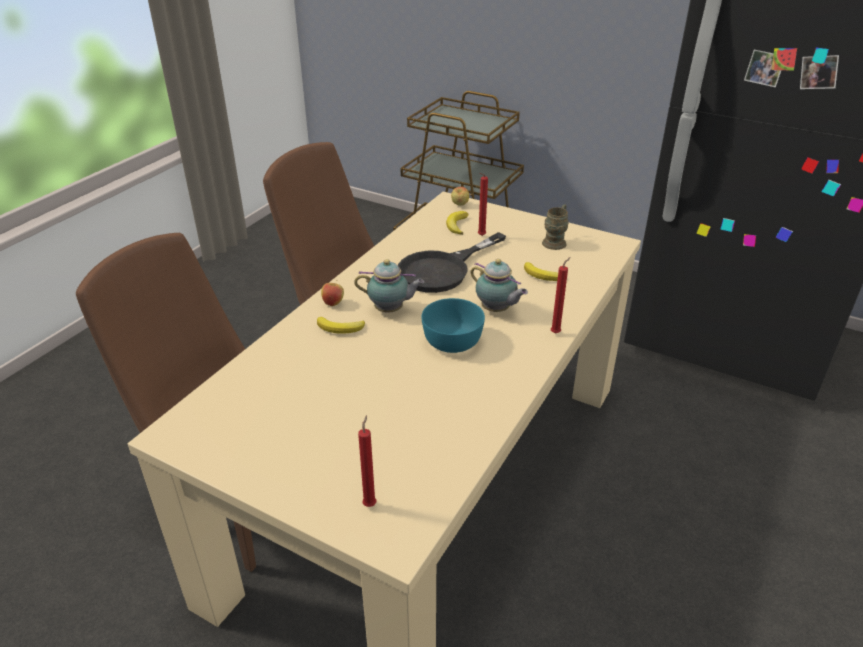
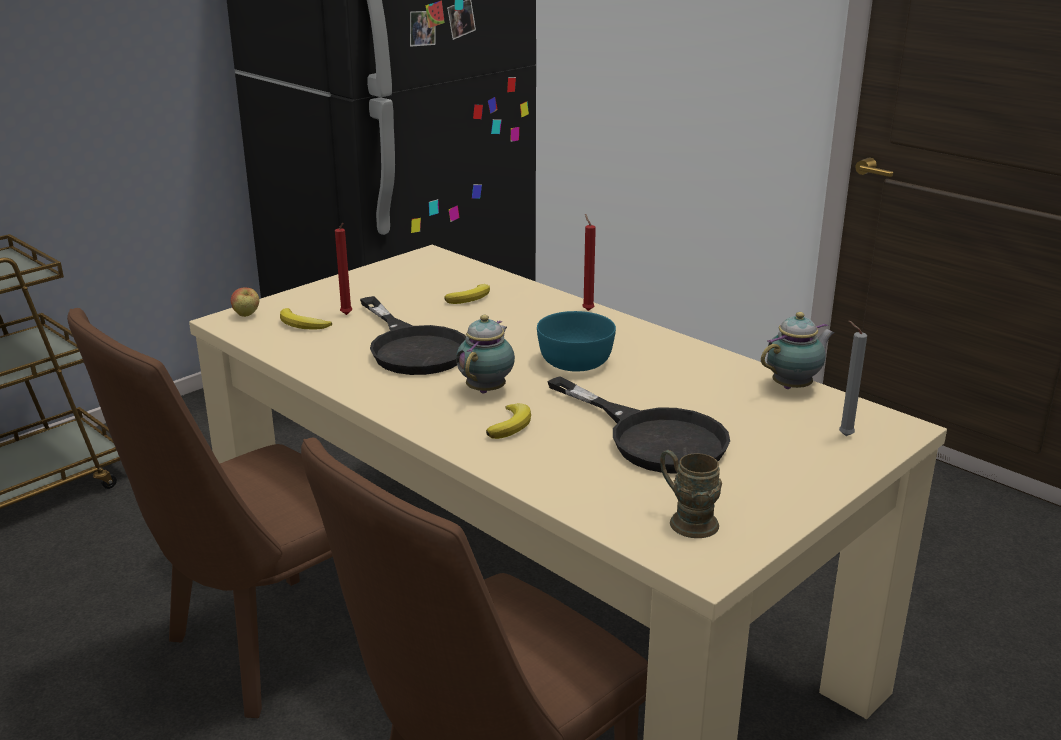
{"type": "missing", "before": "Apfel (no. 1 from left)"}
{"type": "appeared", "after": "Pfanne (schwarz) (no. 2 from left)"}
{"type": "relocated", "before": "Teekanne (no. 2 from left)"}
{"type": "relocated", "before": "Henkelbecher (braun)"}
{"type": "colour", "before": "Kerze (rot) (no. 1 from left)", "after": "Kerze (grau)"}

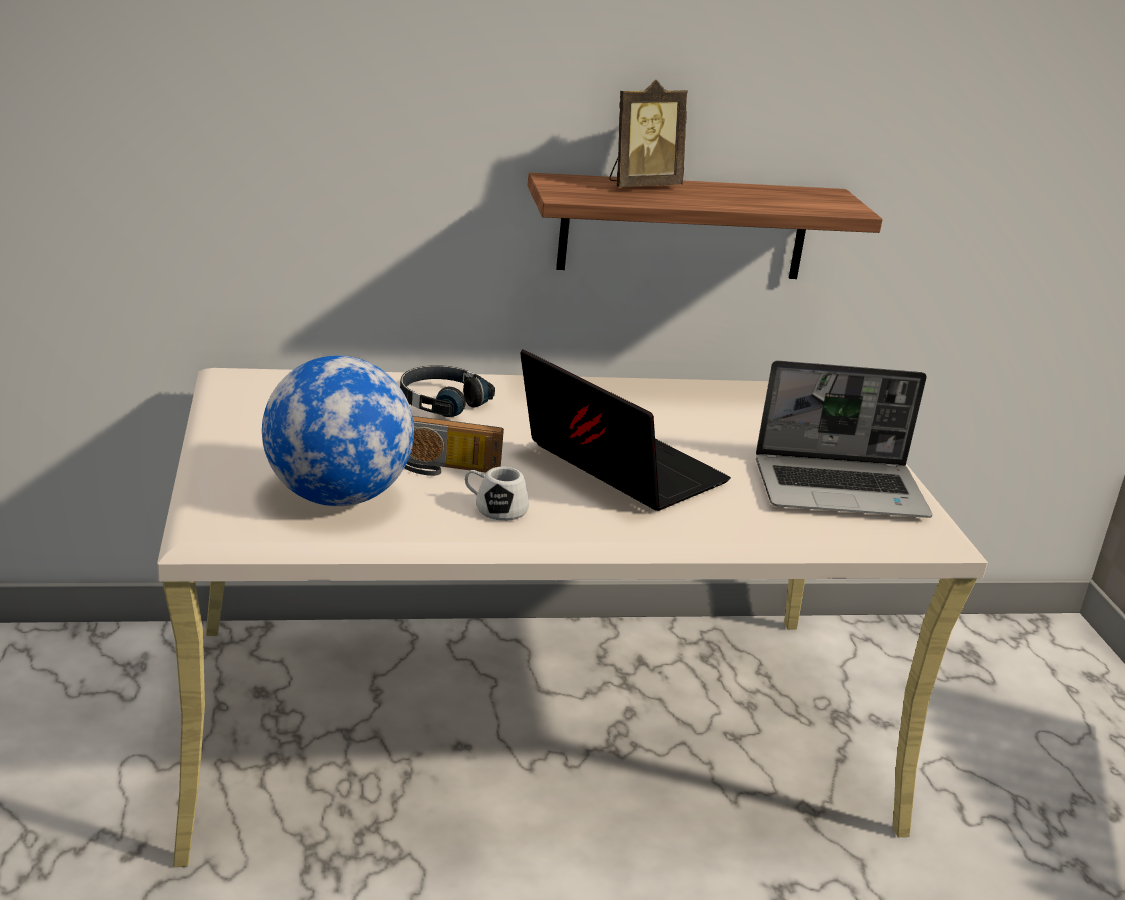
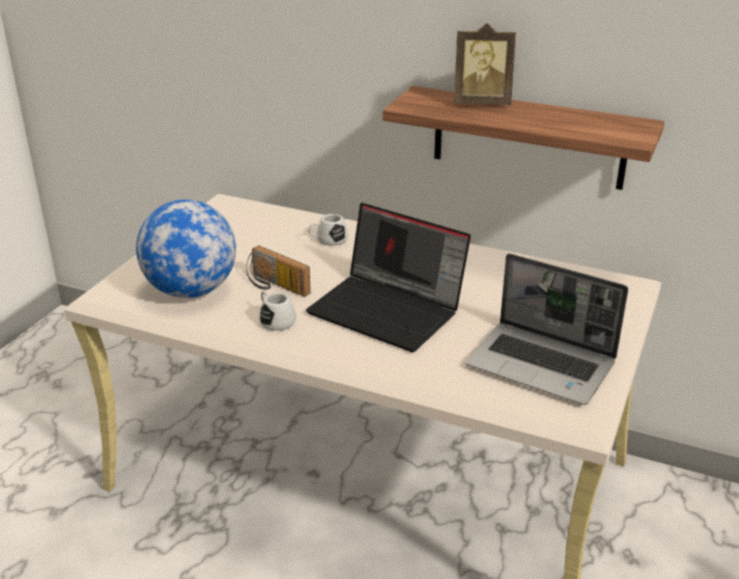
{"type": "exchanged", "before": "Kopfhörer (schwarz)", "after": "Henkelbecher (weiß) (no. 2 from left)"}
{"type": "spun", "before": "Laptop (no. 1 from left)", "turn": 135}

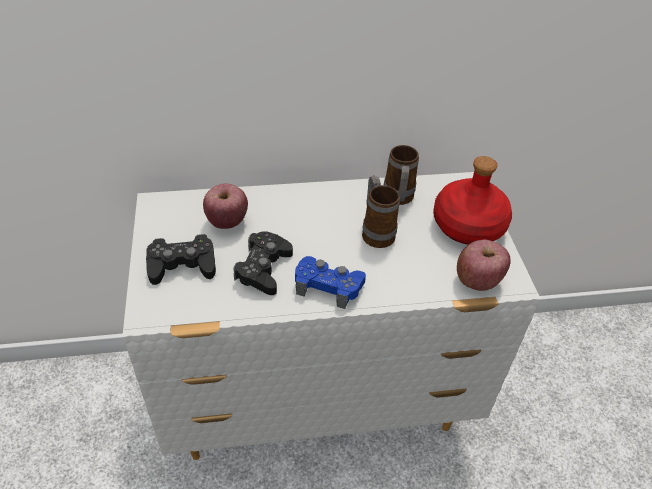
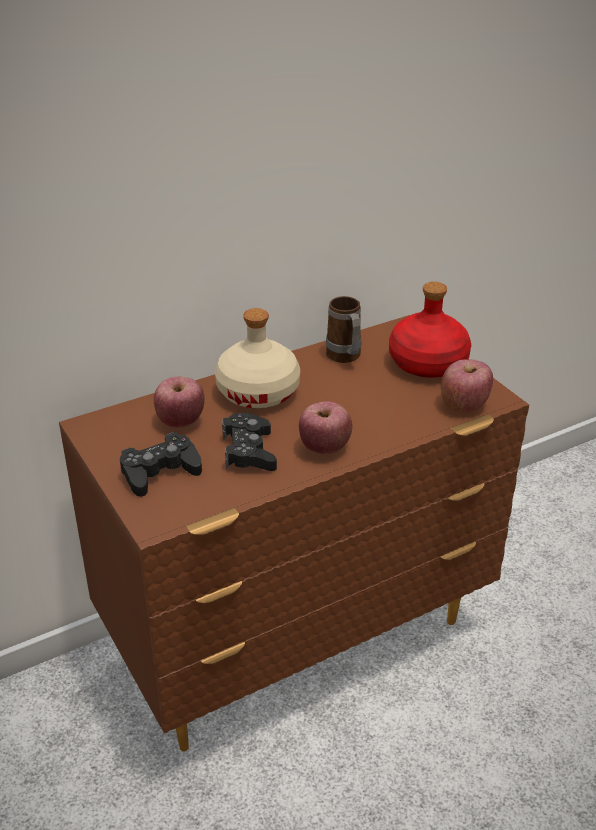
{"type": "missing", "before": "Henkelbecher (no. 1 from left)"}
{"type": "appeared", "after": "Flasche (beige)"}
{"type": "exchanged", "before": "Gamepad (blau)", "after": "Apfel (no. 2 from left)"}
{"type": "colour", "before": "Kommode (weiß)", "after": "Kommode (braun)"}

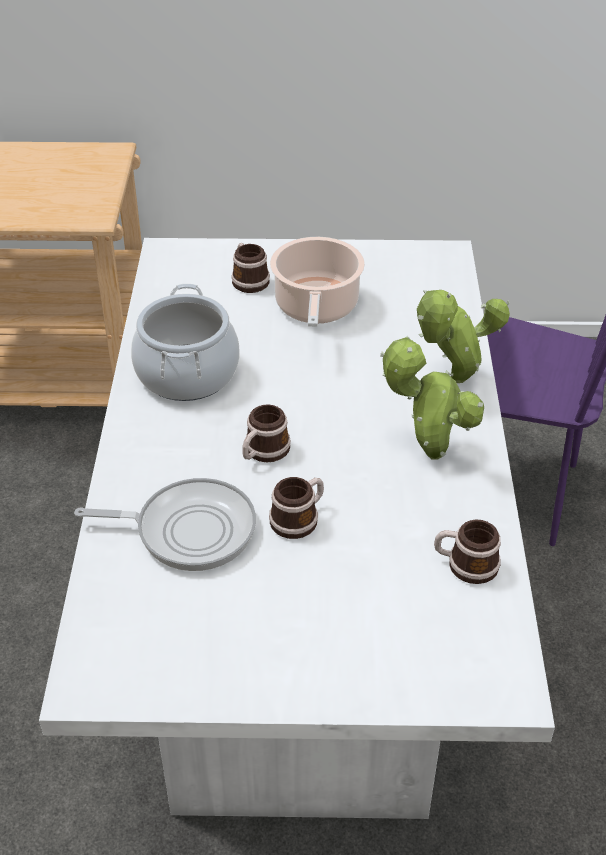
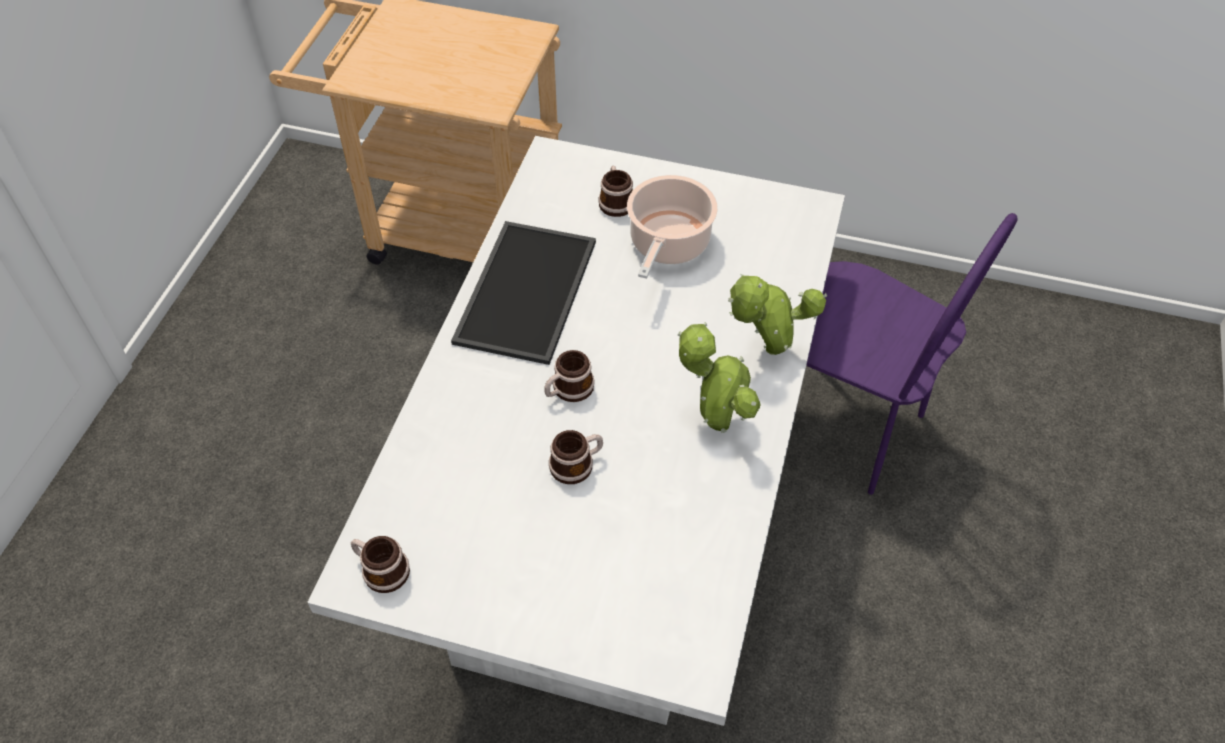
{"type": "missing", "before": "Pfanne"}
{"type": "relocated", "before": "Henkelbecher (no. 4 from left in the first image)", "after": "Henkelbecher (no. 1 from left)"}
{"type": "exchanged", "before": "Kochtopf (no. 1 from left)", "after": "Tablett"}

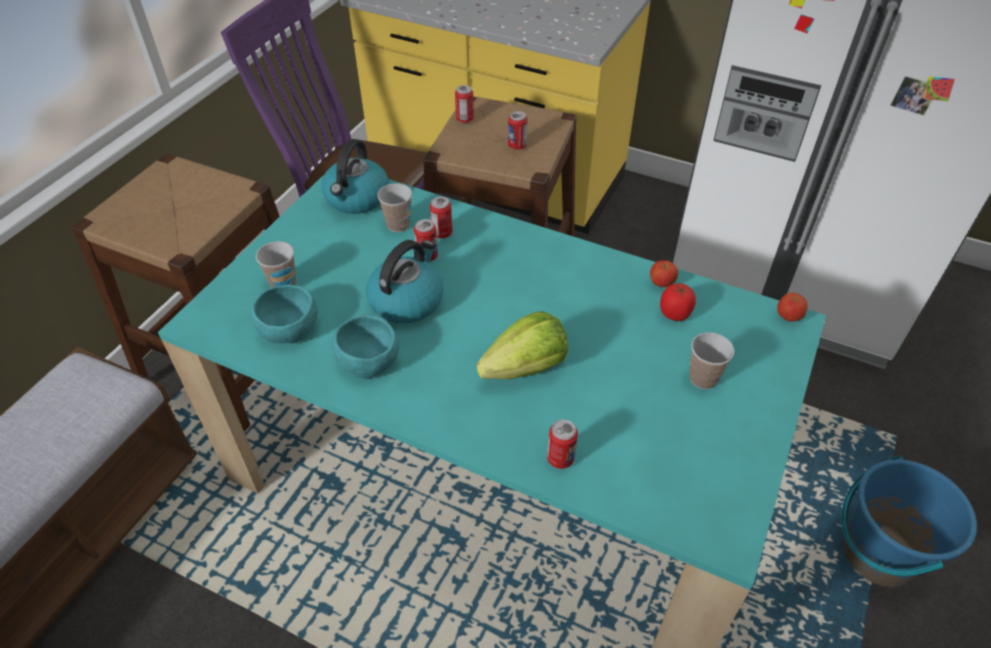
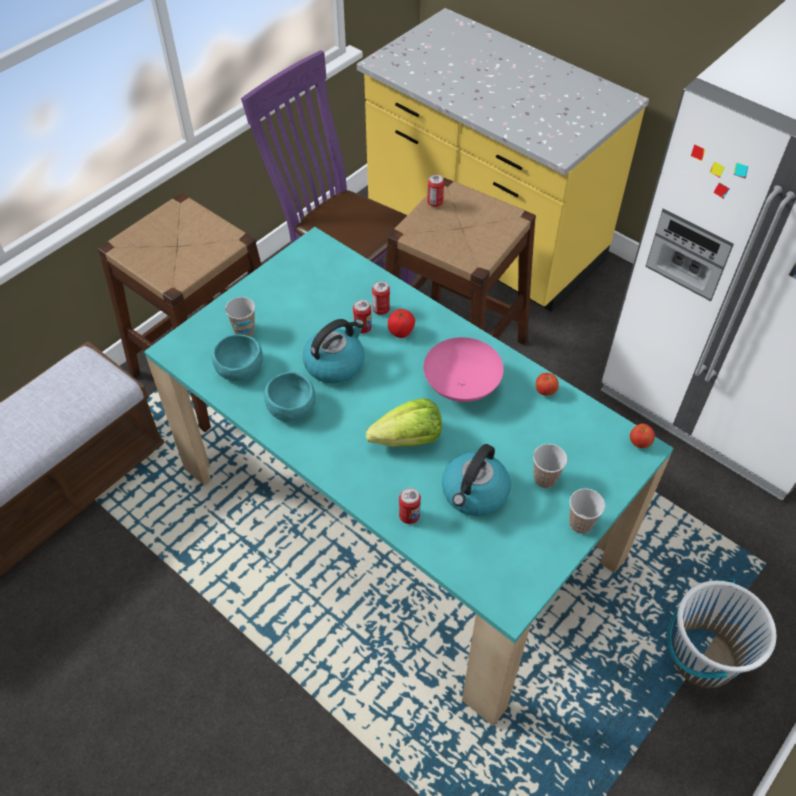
{"type": "missing", "before": "Dose (no. 4 from left)"}
{"type": "appeared", "after": "Schüssel (rosa)"}
{"type": "relocated", "before": "Wasserkessel (no. 1 from left in the first image)", "after": "Wasserkessel (no. 2 from left)"}
{"type": "relocated", "before": "Tasse (no. 2 from left in the first image)", "after": "Tasse (no. 3 from left)"}
{"type": "relocated", "before": "Tomate"}
{"type": "colour", "before": "Eimer (blau)", "after": "Eimer (weiß)"}

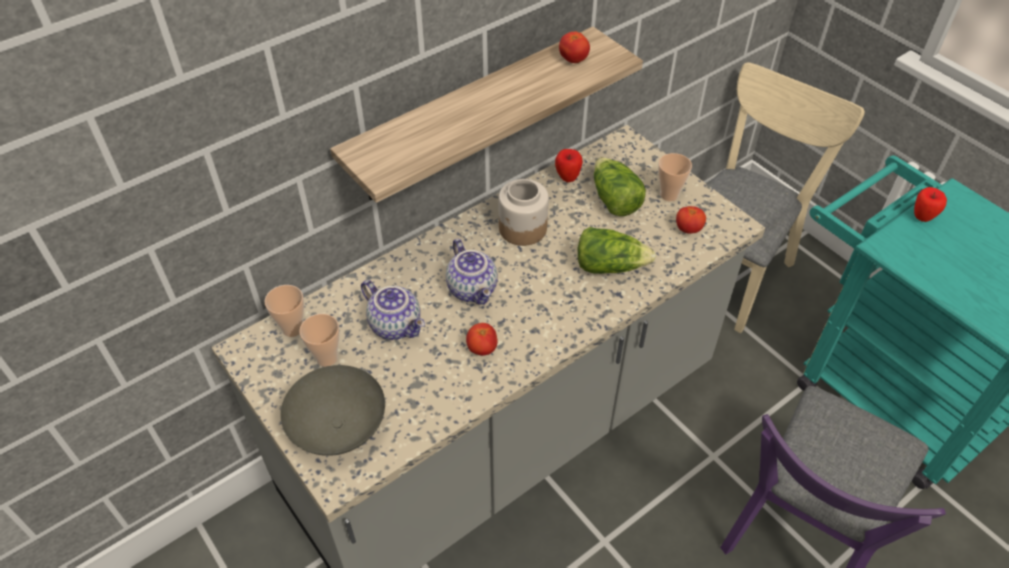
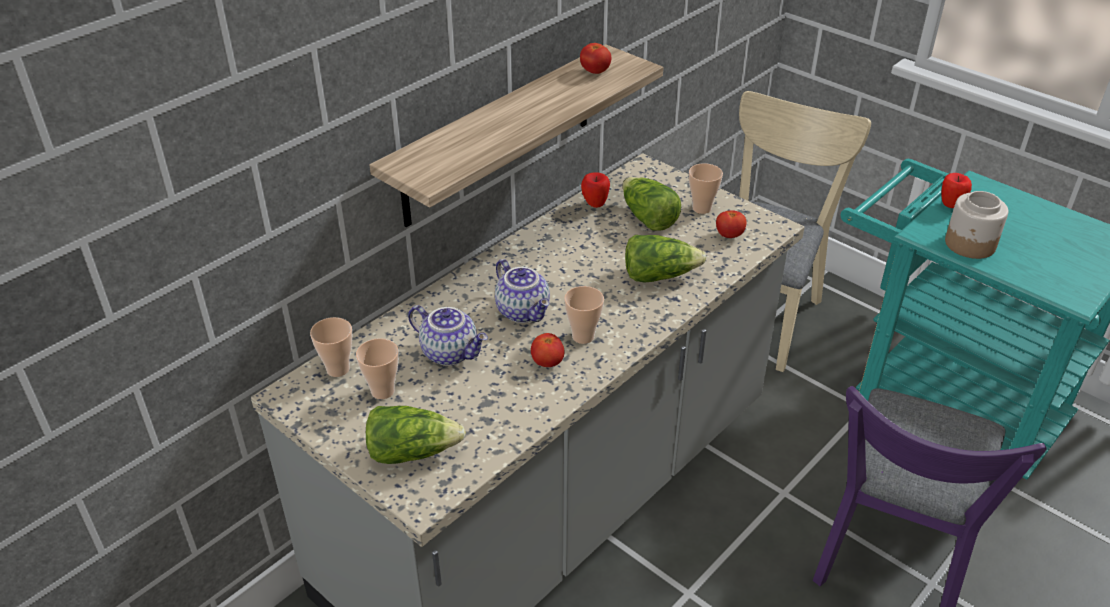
{"type": "appeared", "after": "Tasse (no. 3 from left)"}
{"type": "relocated", "before": "Vorratsglas"}
{"type": "exchanged", "before": "Schüssel (grau)", "after": "Salatkopf (no. 1 from left)"}

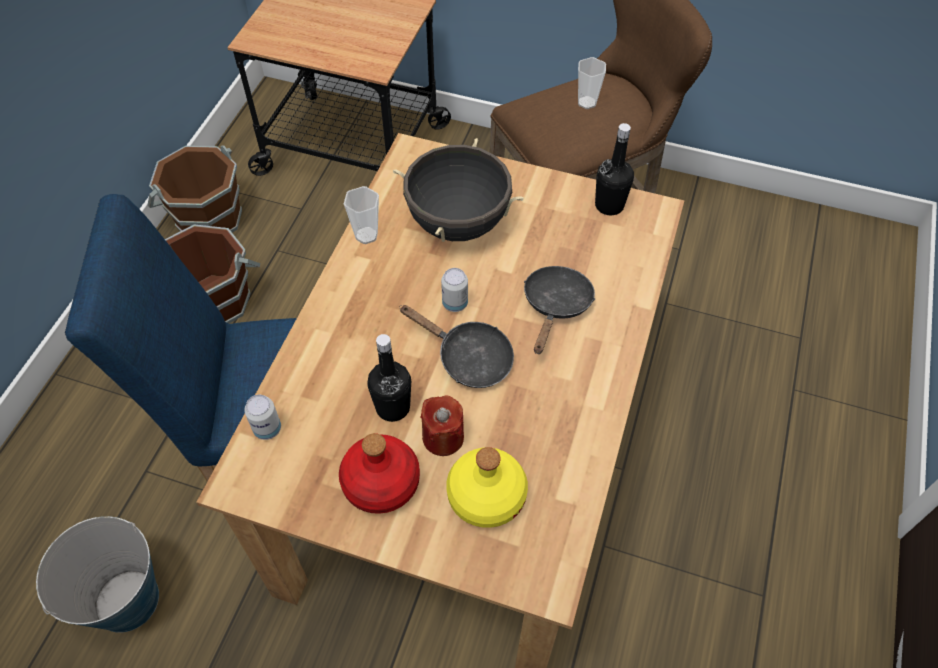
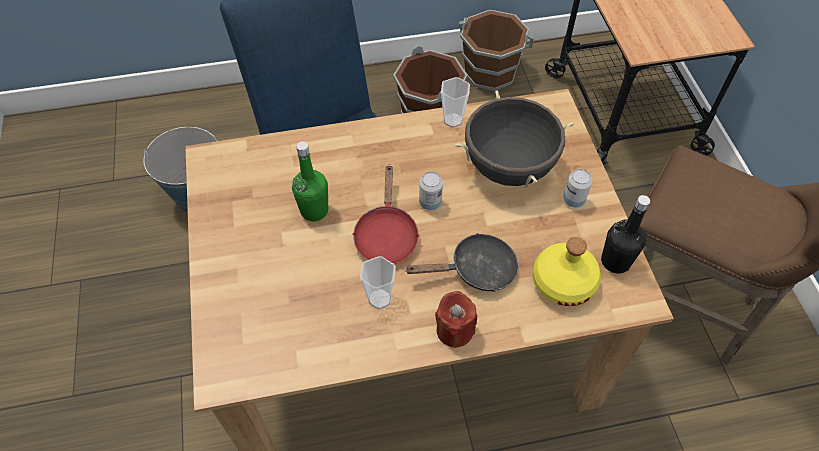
{"type": "missing", "before": "Flasche (rot)"}
{"type": "relocated", "before": "Dose (no. 1 from left in the first image)", "after": "Dose (no. 2 from left)"}
{"type": "relocated", "before": "Kerze (rot)"}
{"type": "relocated", "before": "Flasche (gelb)"}
{"type": "relocated", "before": "Tasse (no. 2 from left in the first image)", "after": "Tasse (no. 1 from left)"}
{"type": "colour", "before": "Flasche (schwarz) (no. 1 from left)", "after": "Flasche (grün)"}
{"type": "colour", "before": "Pfanne (schwarz) (no. 1 from left)", "after": "Pfanne (rot)"}

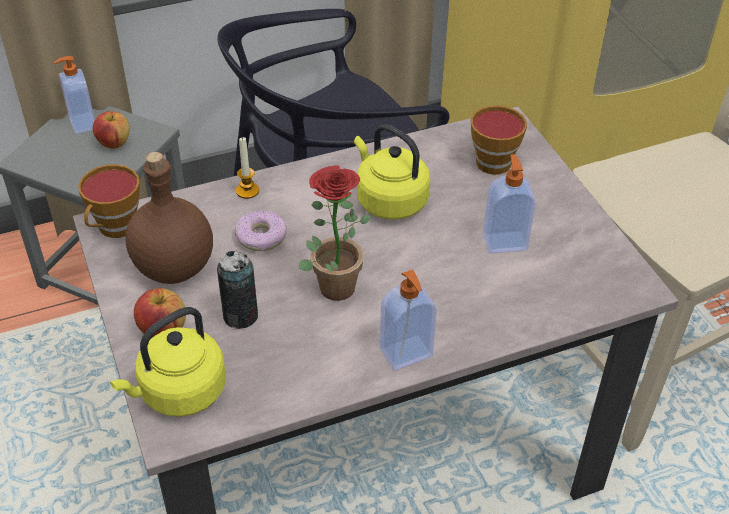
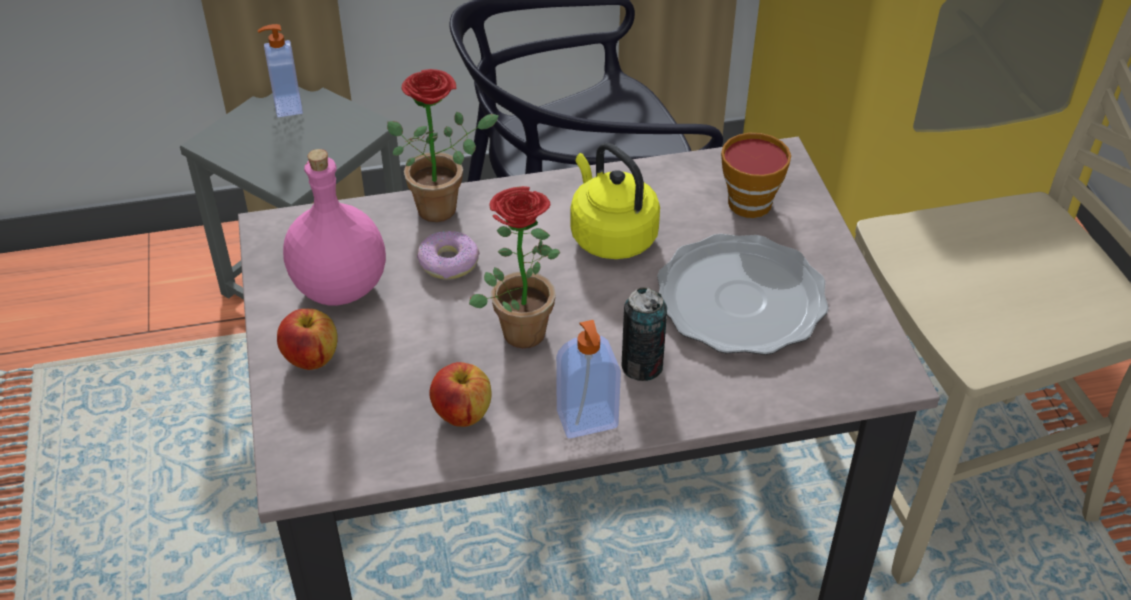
{"type": "missing", "before": "Tasse (no. 1 from left)"}
{"type": "missing", "before": "Wasserkessel (gelb) (no. 1 from left)"}
{"type": "relocated", "before": "Apfel (no. 1 from left in the first image)", "after": "Apfel (no. 2 from left)"}
{"type": "relocated", "before": "Dose"}
{"type": "exchanged", "before": "Kerze", "after": "Topfpflanze (no. 1 from left)"}
{"type": "exchanged", "before": "Seifenspender (no. 3 from left)", "after": "Teller"}
{"type": "colour", "before": "Flasche (braun)", "after": "Flasche (rosa)"}

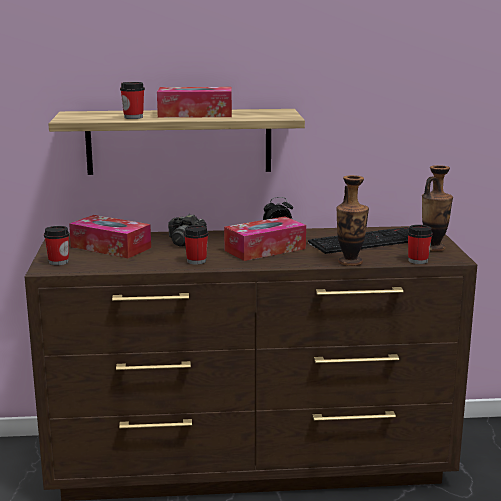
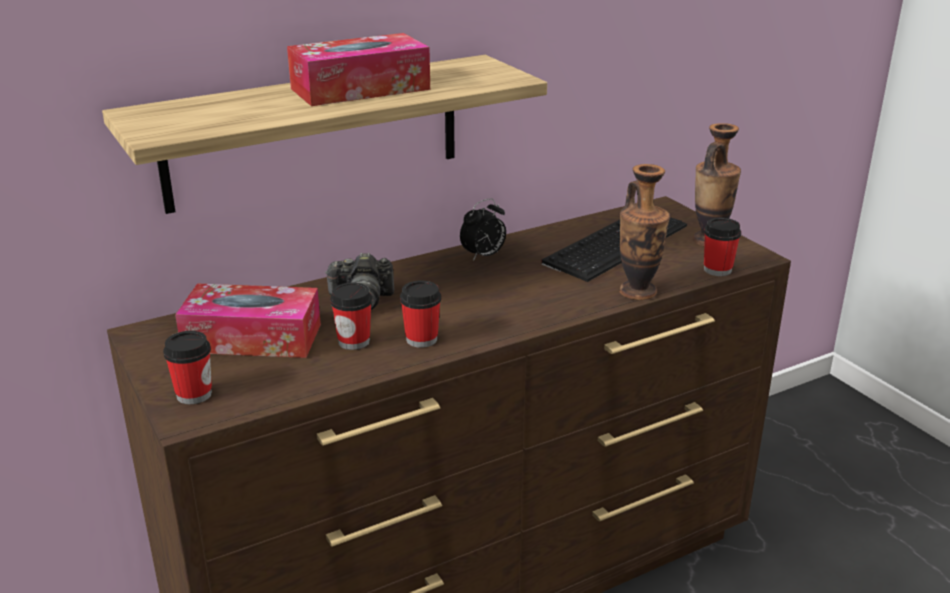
{"type": "missing", "before": "Taschentuchbox (no. 3 from left)"}
{"type": "relocated", "before": "Tasse (no. 2 from left)"}

